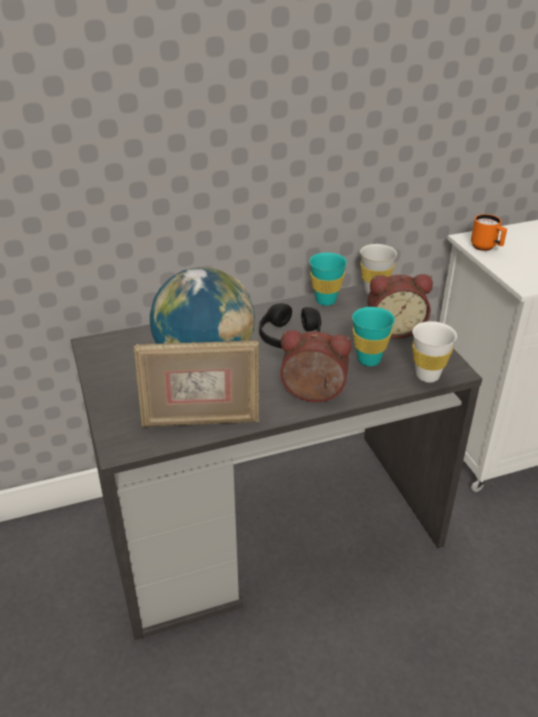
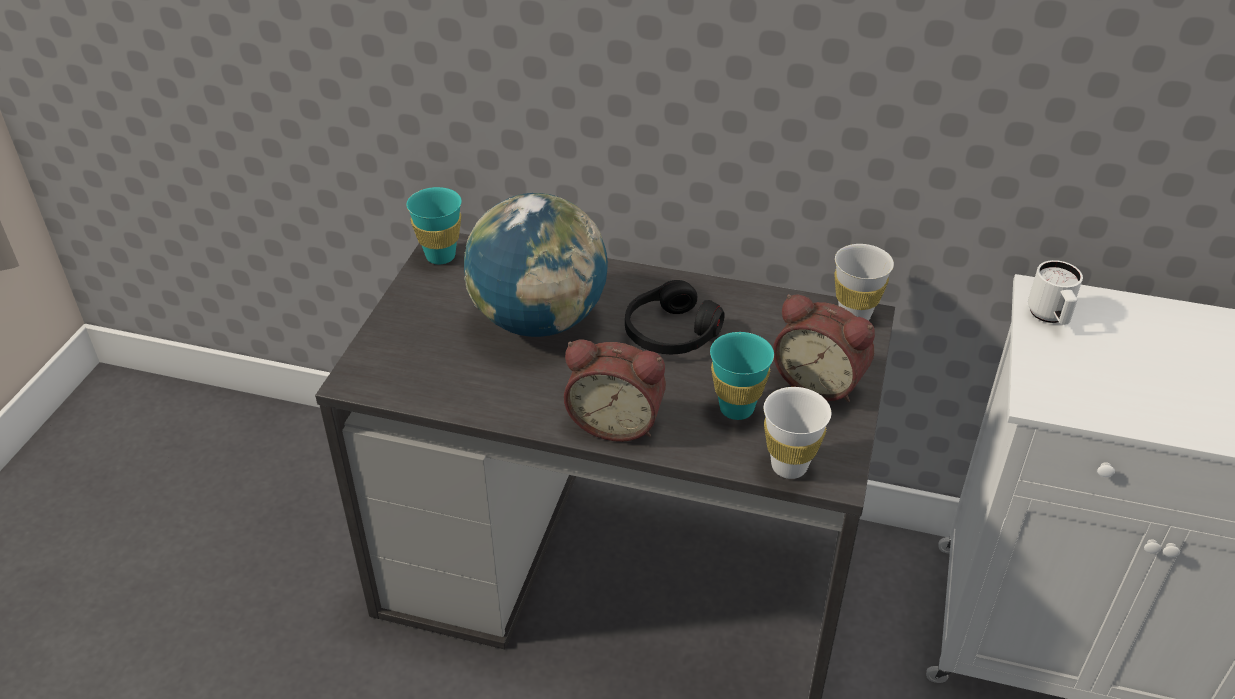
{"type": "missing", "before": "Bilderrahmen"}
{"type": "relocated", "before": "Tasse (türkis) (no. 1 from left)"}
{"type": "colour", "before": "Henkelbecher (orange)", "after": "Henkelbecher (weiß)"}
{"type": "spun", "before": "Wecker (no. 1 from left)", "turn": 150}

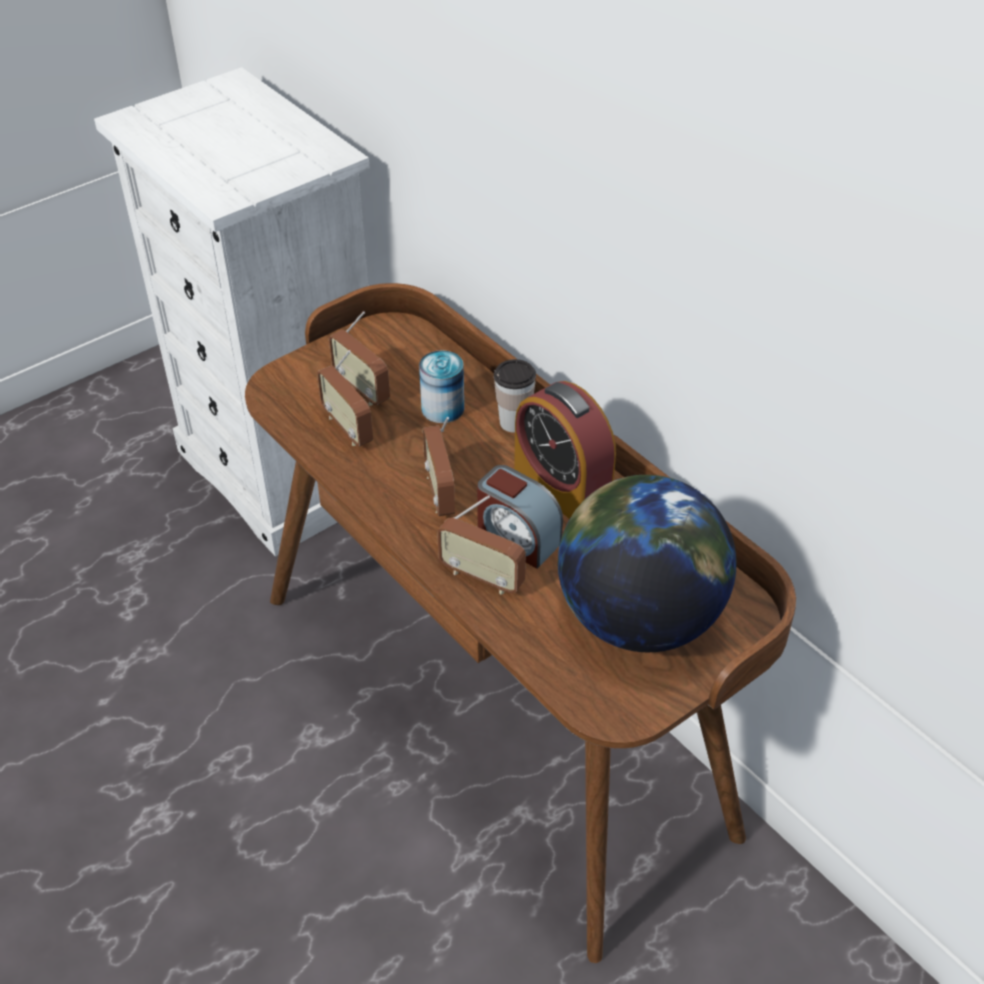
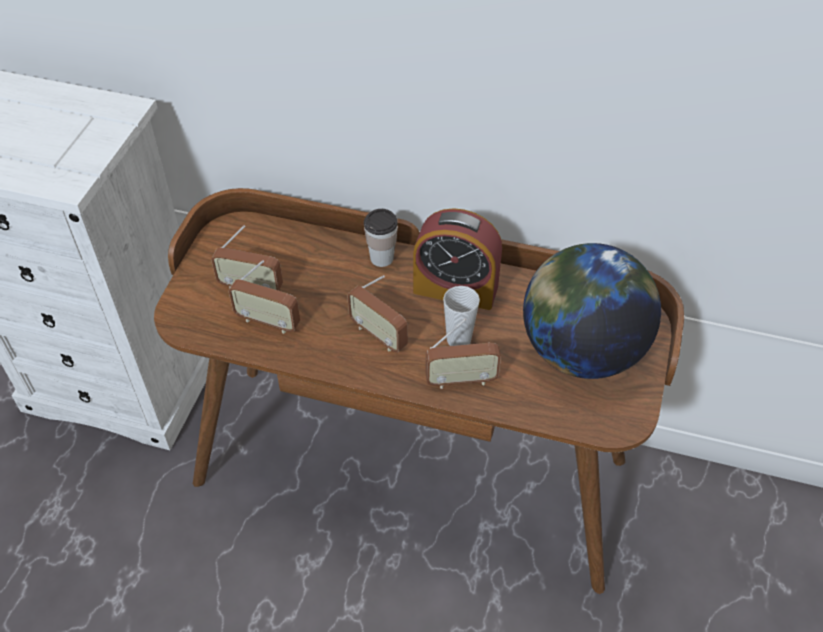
{"type": "missing", "before": "Dose"}
{"type": "exchanged", "before": "Wecker (no. 1 from left)", "after": "Tasse (no. 2 from left)"}

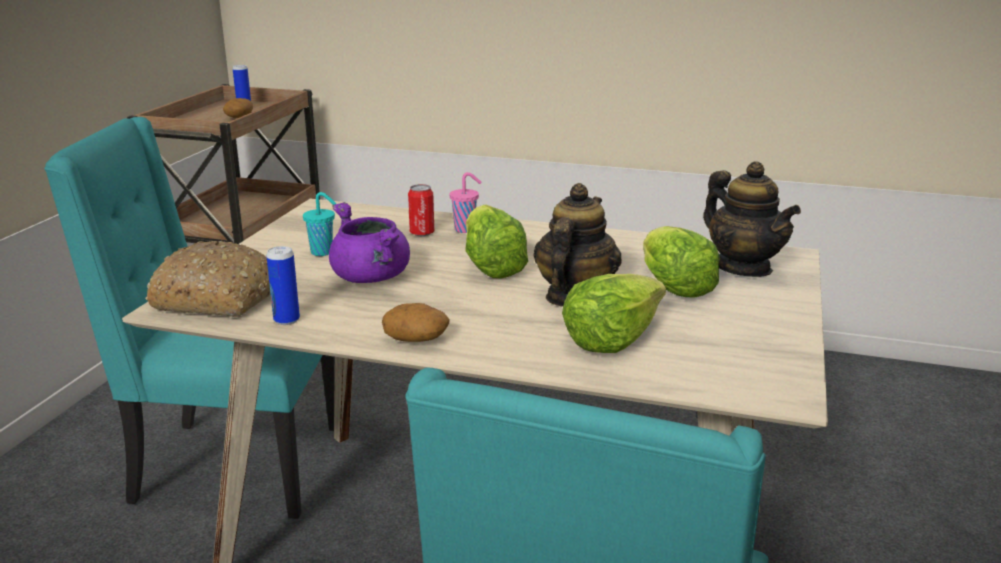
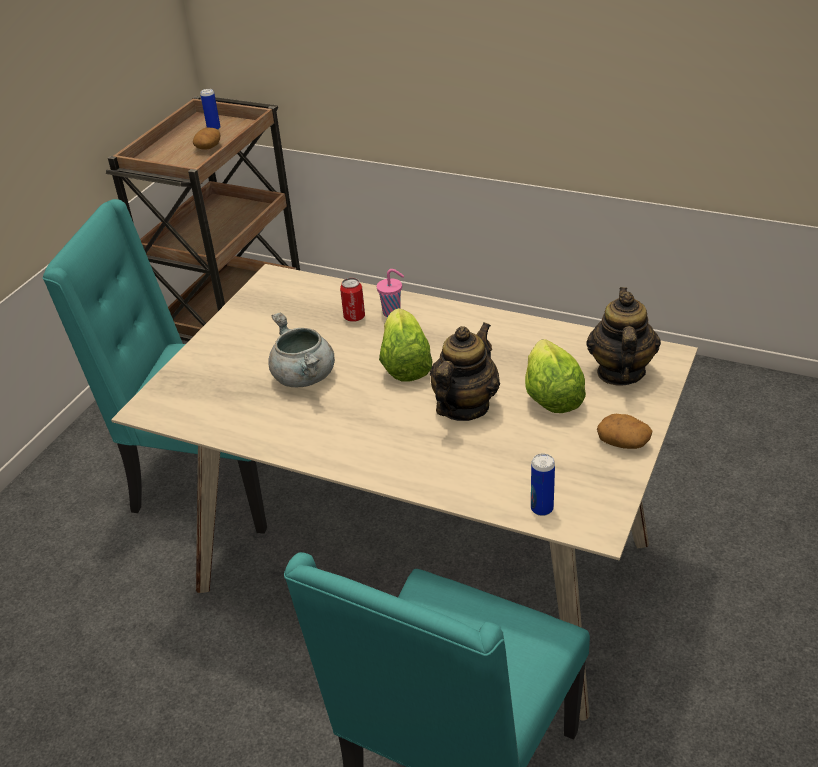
{"type": "missing", "before": "Brot"}
{"type": "missing", "before": "Tasse (türkis)"}
{"type": "missing", "before": "Salatkopf (no. 2 from left)"}
{"type": "relocated", "before": "Dose (no. 2 from left in the first image)", "after": "Dose (no. 3 from left)"}
{"type": "relocated", "before": "Kartoffel (no. 2 from left)"}
{"type": "colour", "before": "Kochtopf (lila)", "after": "Kochtopf (grau)"}
{"type": "spun", "before": "Teekanne (no. 2 from left)", "turn": -150}

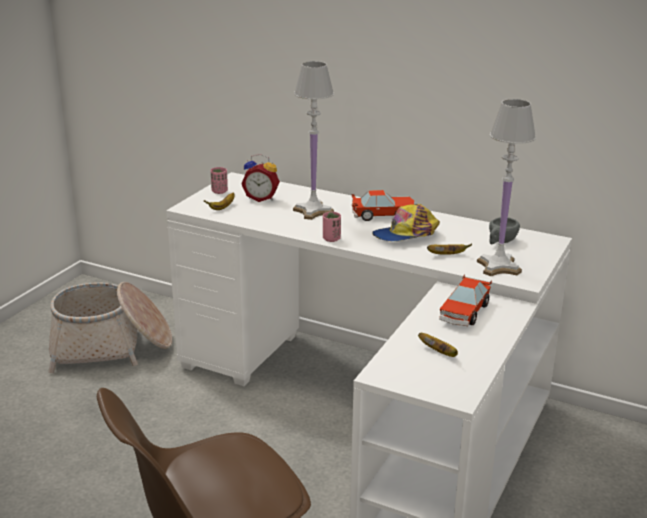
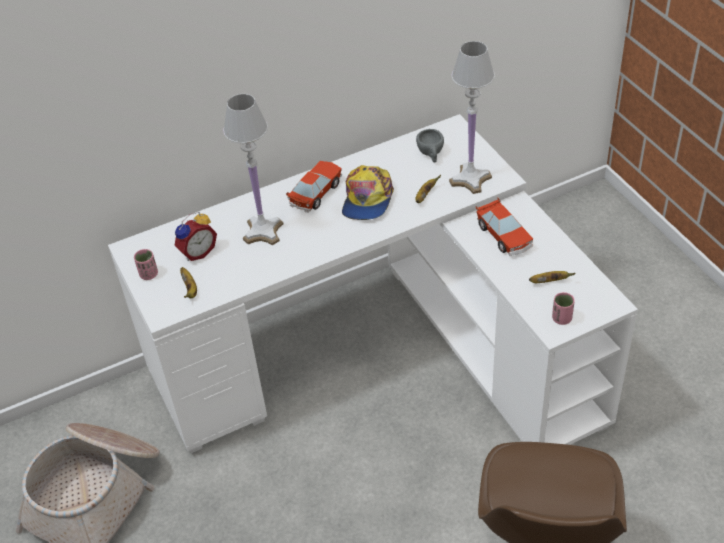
{"type": "relocated", "before": "Tasse (rosa) (no. 2 from left)"}

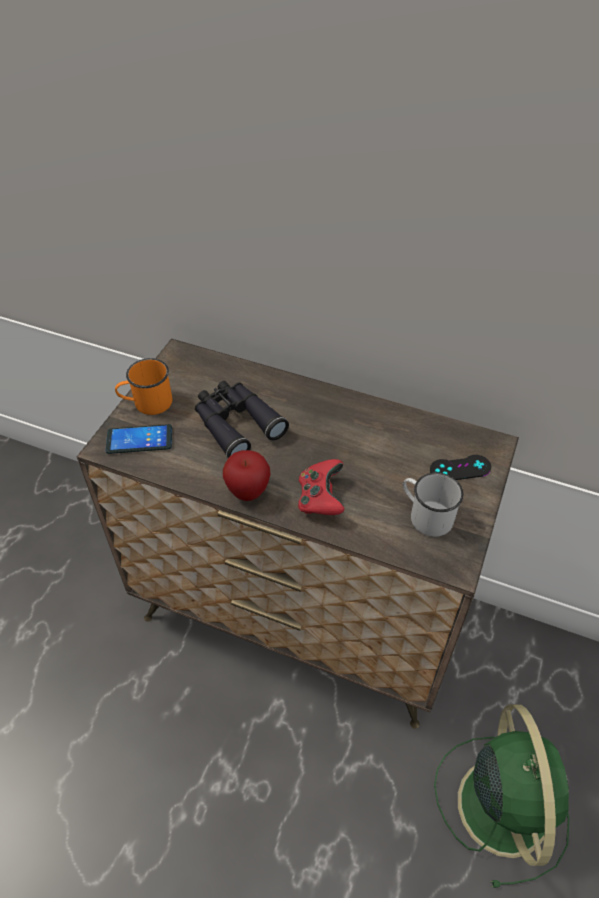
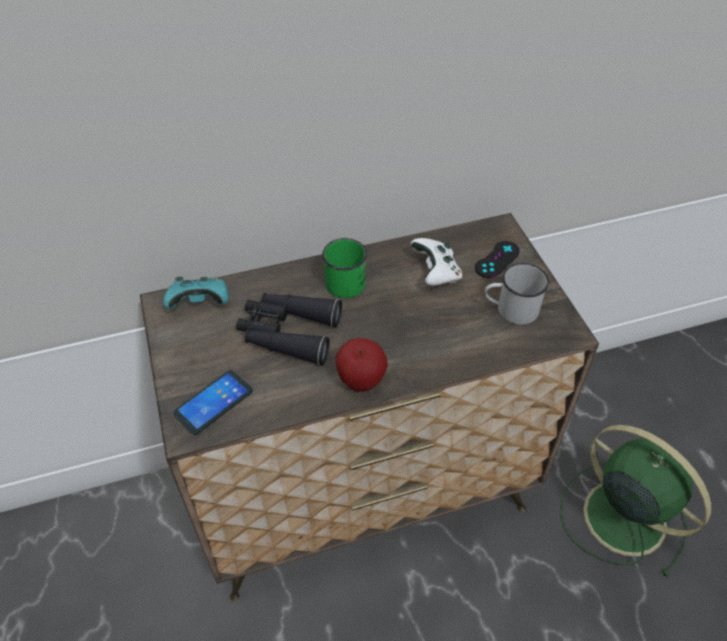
{"type": "missing", "before": "Henkelbecher (orange)"}
{"type": "missing", "before": "Gamepad (rot)"}
{"type": "appeared", "after": "Gamepad (türkis)"}
{"type": "appeared", "after": "Henkelbecher (grün)"}
{"type": "appeared", "after": "Gamepad (weiß)"}

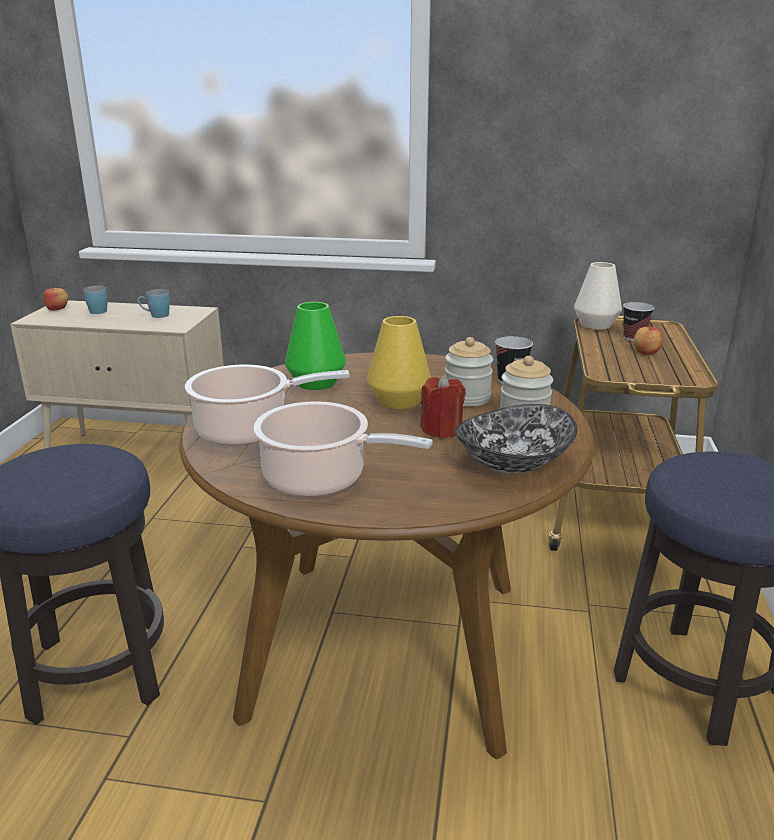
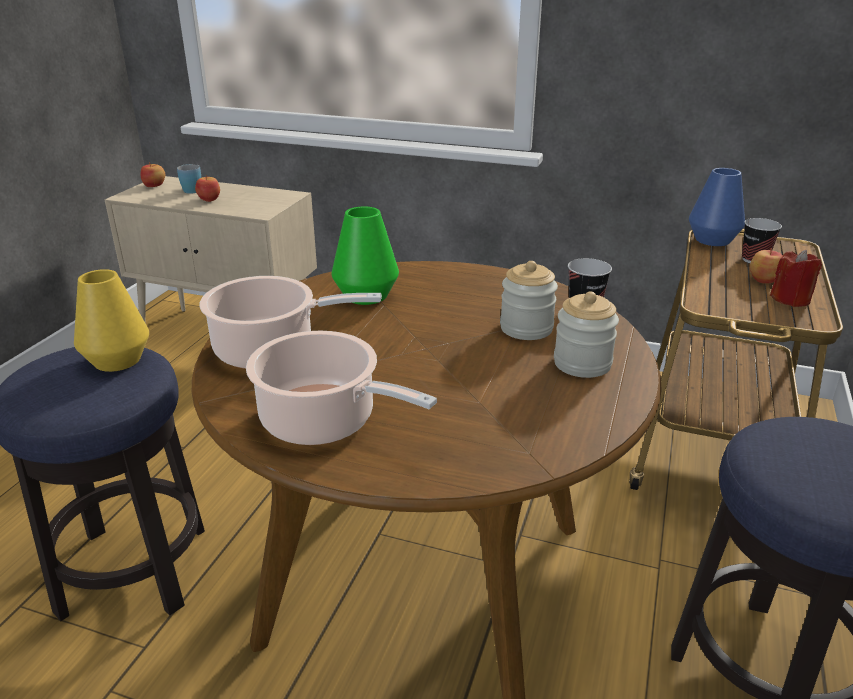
{"type": "missing", "before": "Henkelbecher (blau) (no. 2 from left)"}
{"type": "missing", "before": "Schüssel"}
{"type": "appeared", "after": "Apfel (no. 2 from left)"}
{"type": "relocated", "before": "Vase (gelb)"}
{"type": "relocated", "before": "Kerze (rot)"}
{"type": "colour", "before": "Vase (weiß)", "after": "Vase (blau)"}

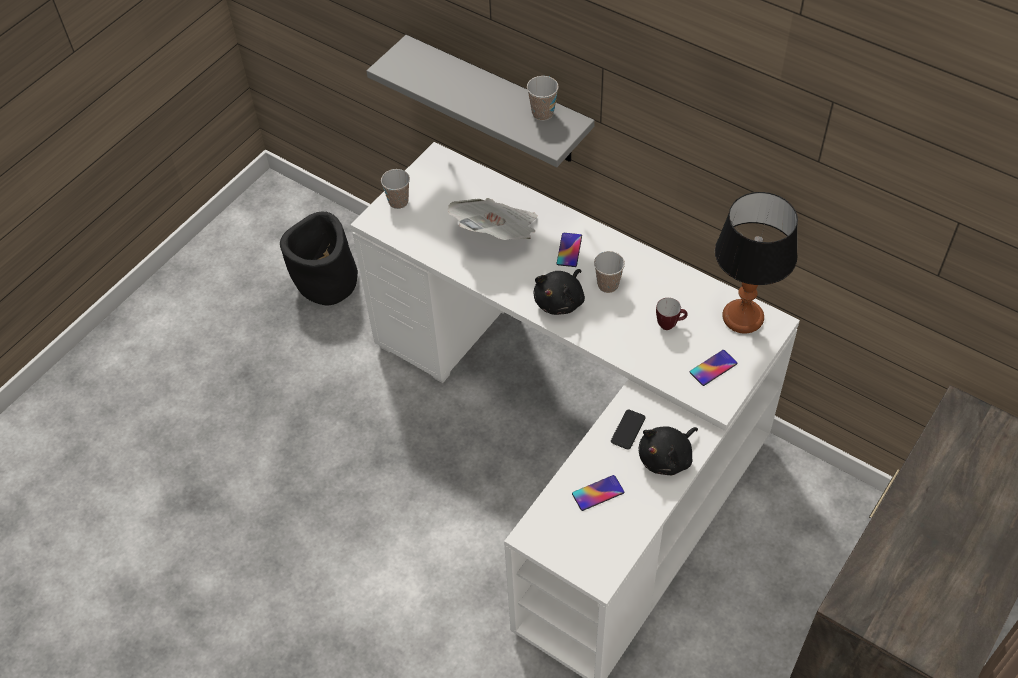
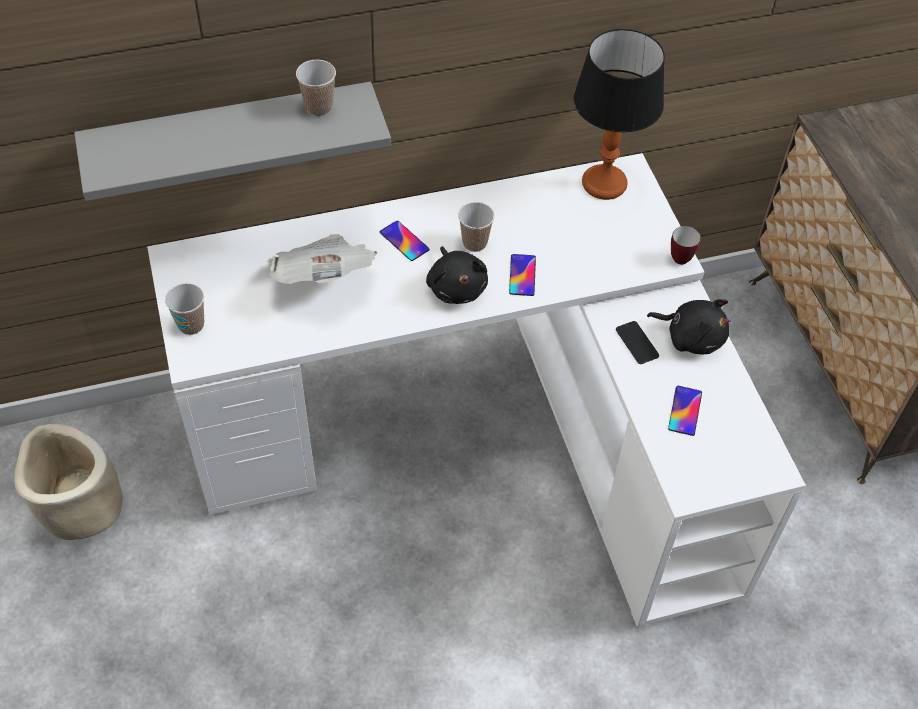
{"type": "relocated", "before": "Henkelbecher"}
{"type": "relocated", "before": "Handy (no. 4 from left in the first image)", "after": "Handy (no. 2 from left)"}
{"type": "colour", "before": "Pflanzkübel (schwarz)", "after": "Pflanzkübel (beige)"}
{"type": "spun", "before": "Plüschtier (schwarz) (no. 2 from left)", "turn": -60}

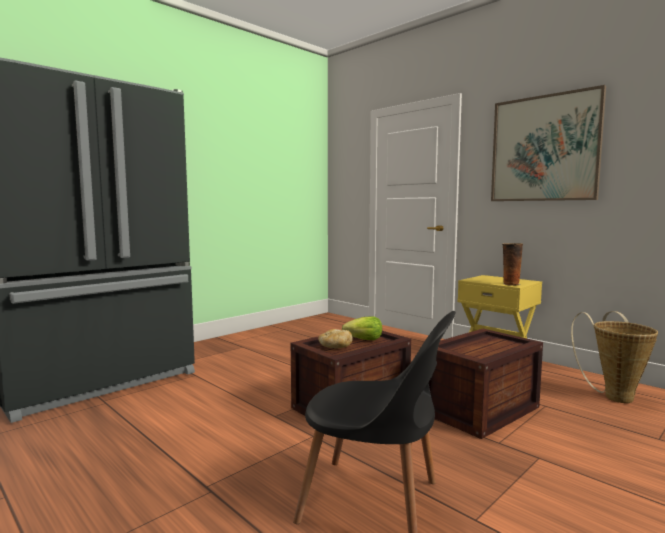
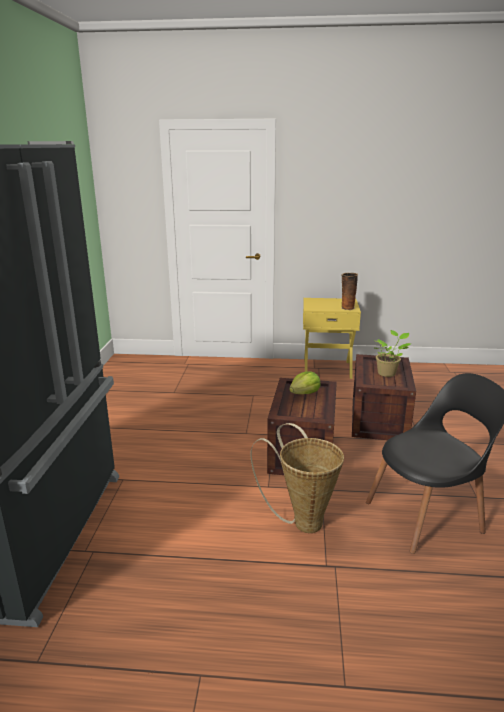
{"type": "missing", "before": "Brot"}
{"type": "missing", "before": "Bild"}
{"type": "appeared", "after": "Topfpflanze"}
{"type": "relocated", "before": "Korb"}

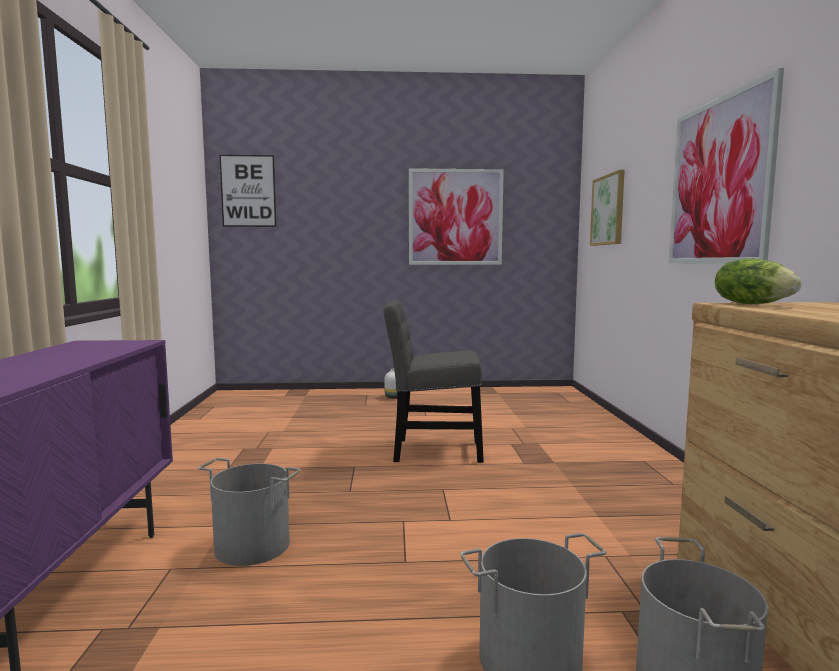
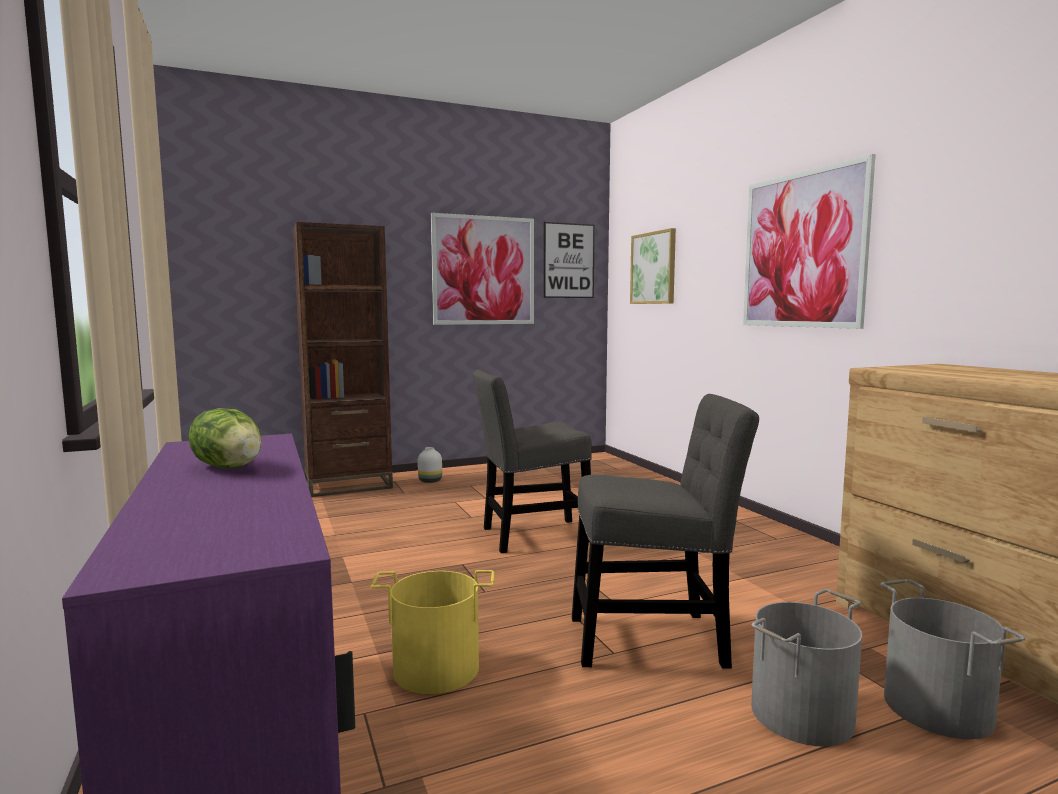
{"type": "appeared", "after": "Bücherregal (braun)"}
{"type": "appeared", "after": "Stuhl (grau) (no. 2 from left)"}
{"type": "relocated", "before": "Bild (no. 1 from left in the first image)", "after": "Bild (no. 2 from left)"}
{"type": "relocated", "before": "Salatkopf"}
{"type": "colour", "before": "Eimer (grau) (no. 1 from left)", "after": "Eimer (gelb)"}

